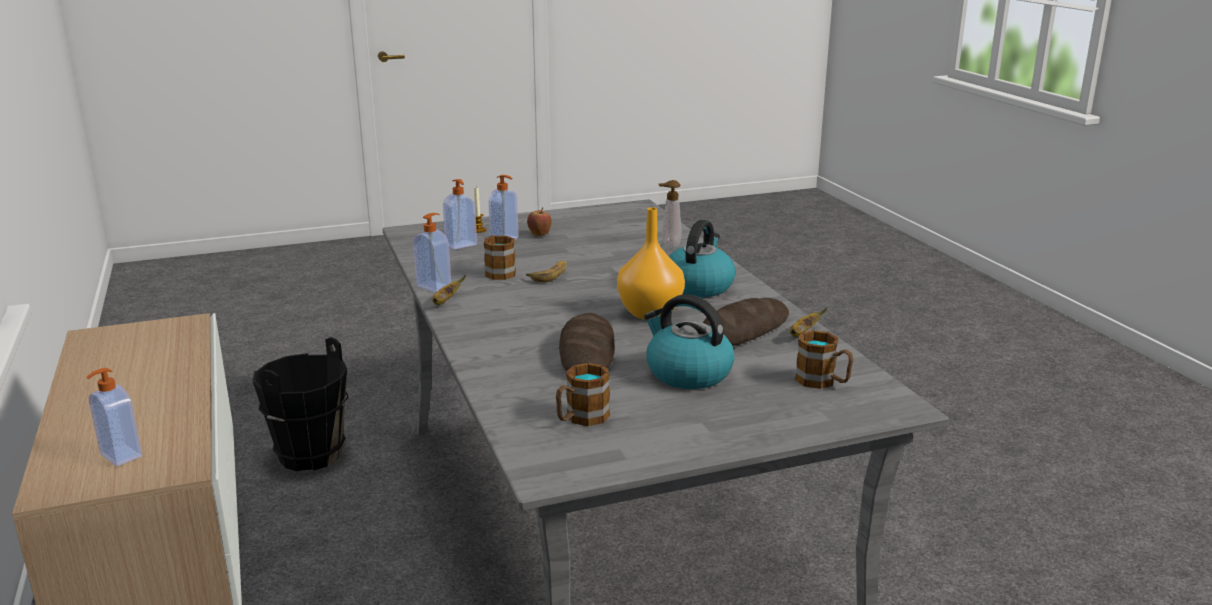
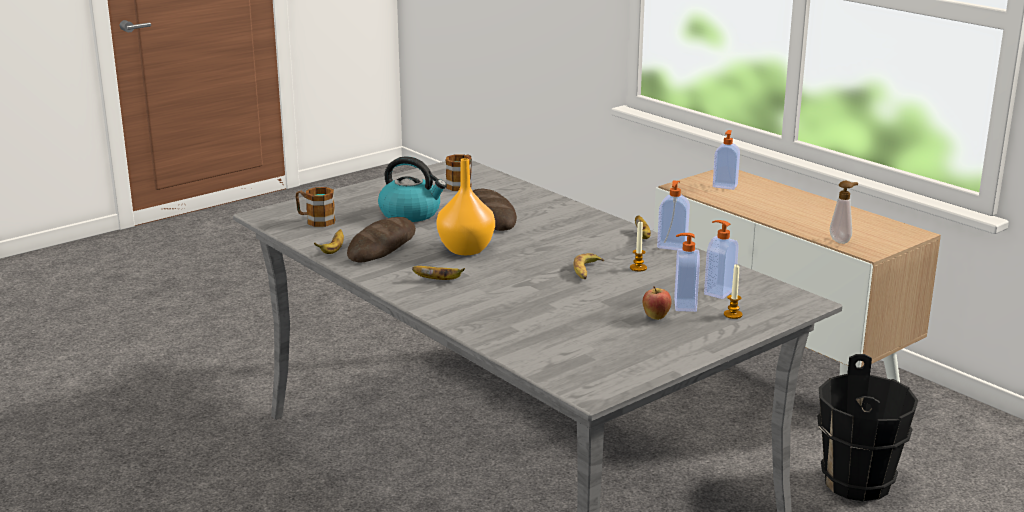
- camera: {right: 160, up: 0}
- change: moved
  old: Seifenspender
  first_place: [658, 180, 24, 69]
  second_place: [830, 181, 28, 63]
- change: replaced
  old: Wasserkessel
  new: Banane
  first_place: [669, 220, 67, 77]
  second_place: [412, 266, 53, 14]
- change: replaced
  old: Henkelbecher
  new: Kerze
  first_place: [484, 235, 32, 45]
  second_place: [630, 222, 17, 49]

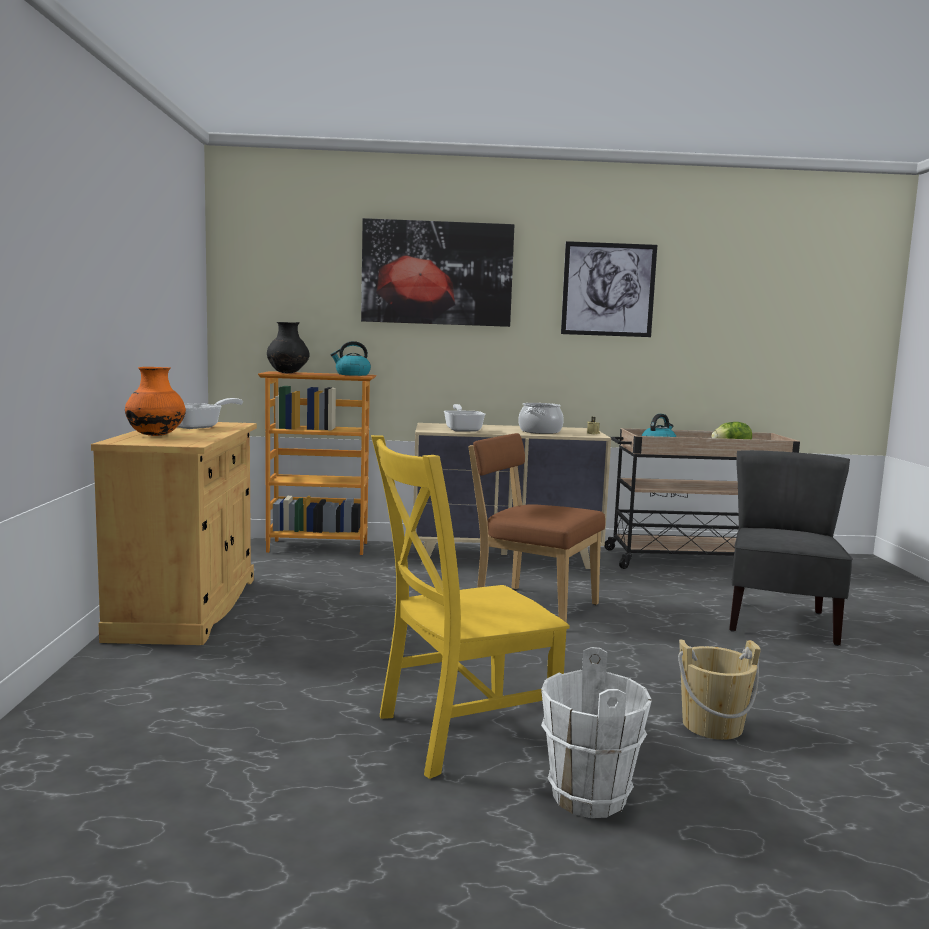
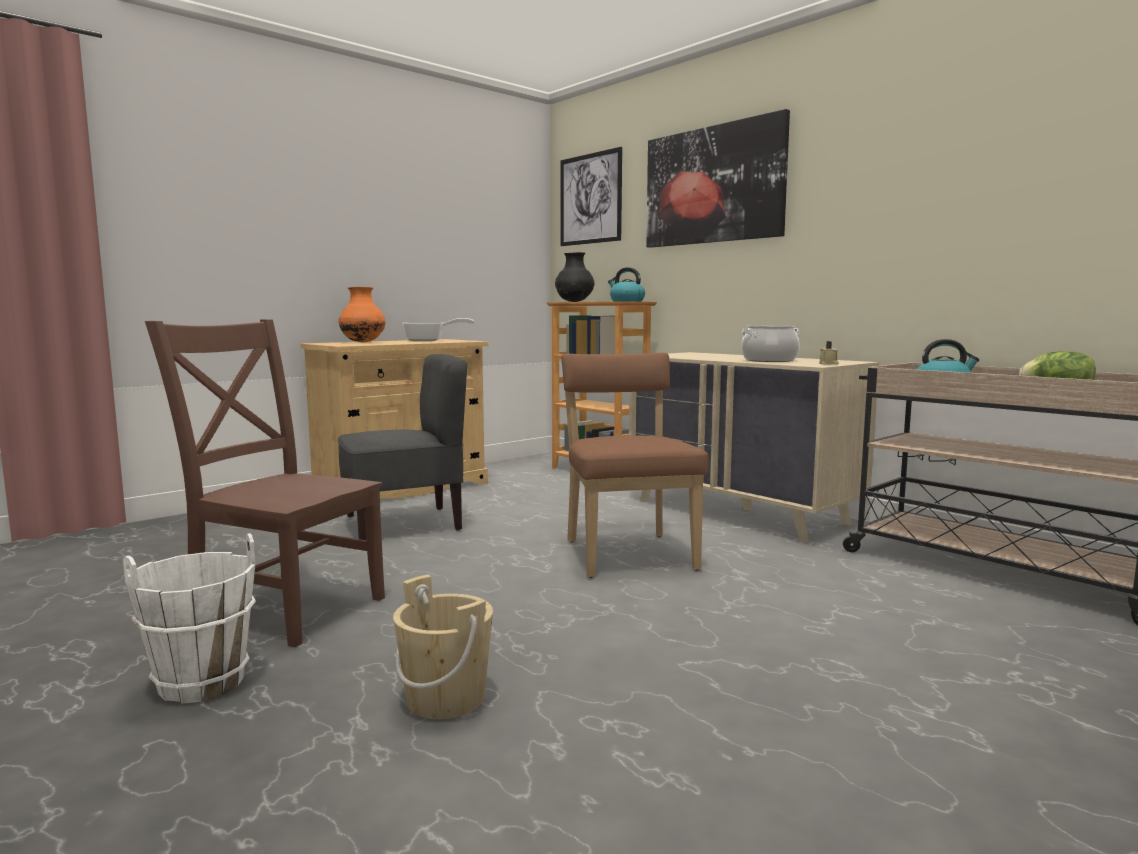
- camera: {right: 50, up: 0}
- change: moved
  old: Bild
  first_place: [561, 241, 96, 96]
  second_place: [560, 147, 62, 99]
- change: removed
  old: Pfanne
  first_place: [444, 404, 42, 28]
- change: recoloured
  old: Stuhl (gelb)
  new: Stuhl (braun)
  first_place: [371, 435, 199, 344]
  second_place: [145, 319, 240, 328]
- change: moved
  old: Stuhl (grau)
  first_place: [729, 450, 124, 196]
  second_place: [338, 354, 129, 186]

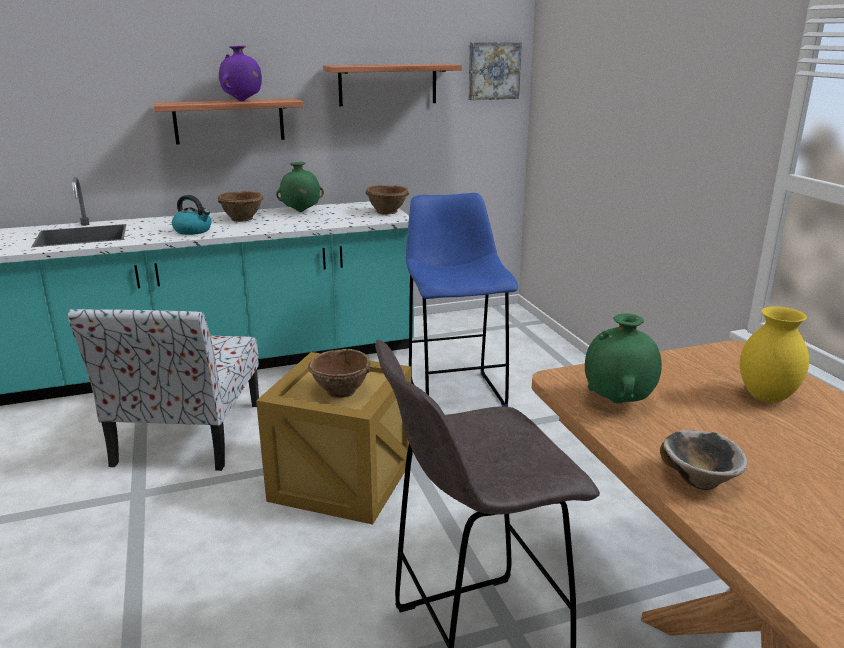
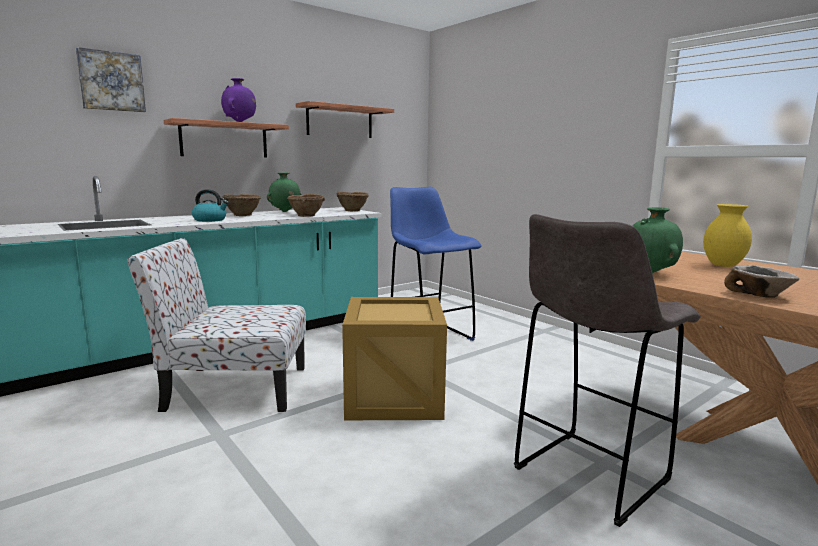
- camera: {right: -20, up: -10}
- change: moved
  old: Bild
  first_place: [468, 42, 54, 58]
  second_place: [76, 47, 70, 65]
- change: turned
  old: Stuhl
  first_place: [68, 309, 191, 162]
  second_place: [127, 238, 179, 174]
  degrees: 105
- change: moved
  old: Schüssel (braun)
  first_place: [308, 349, 63, 49]
  second_place: [287, 194, 38, 23]

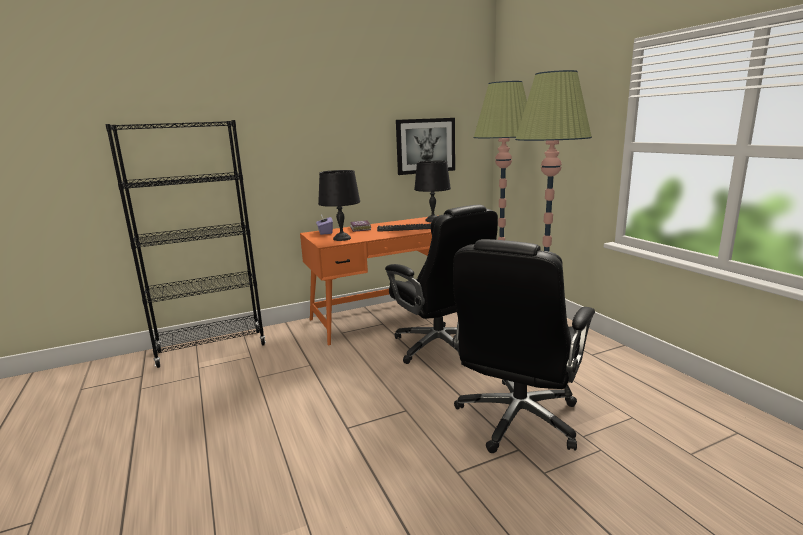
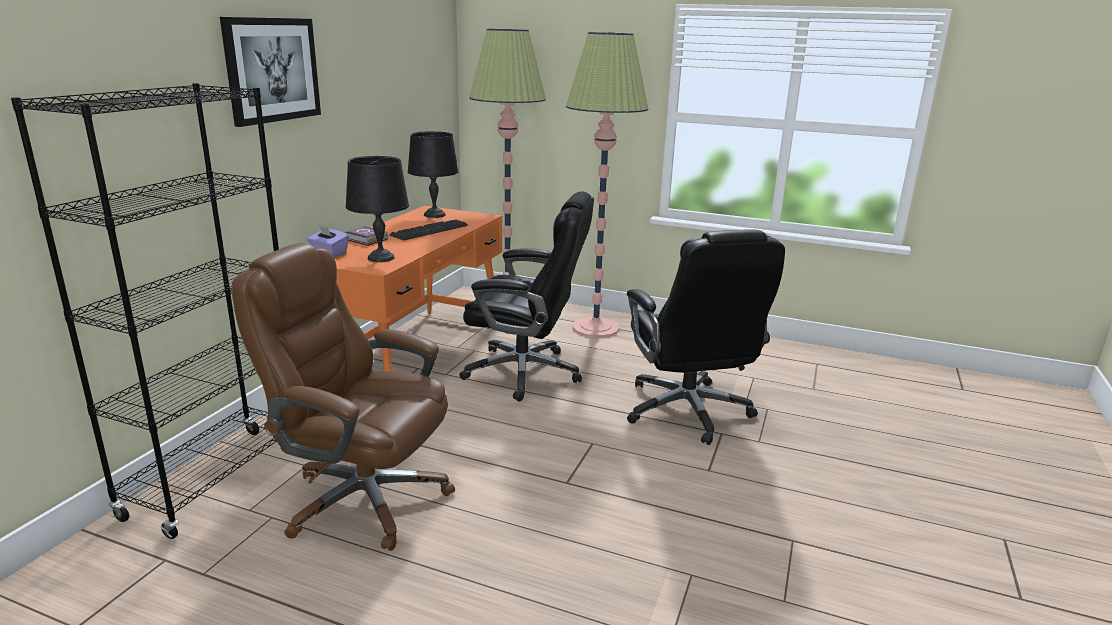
- camera: {right: -45, up: 5}
- change: moved
  old: Bild
  first_place: [396, 118, 59, 57]
  second_place: [220, 17, 101, 110]
- change: added
  new: Bürostuhl (braun)
  second_place: [231, 243, 224, 308]

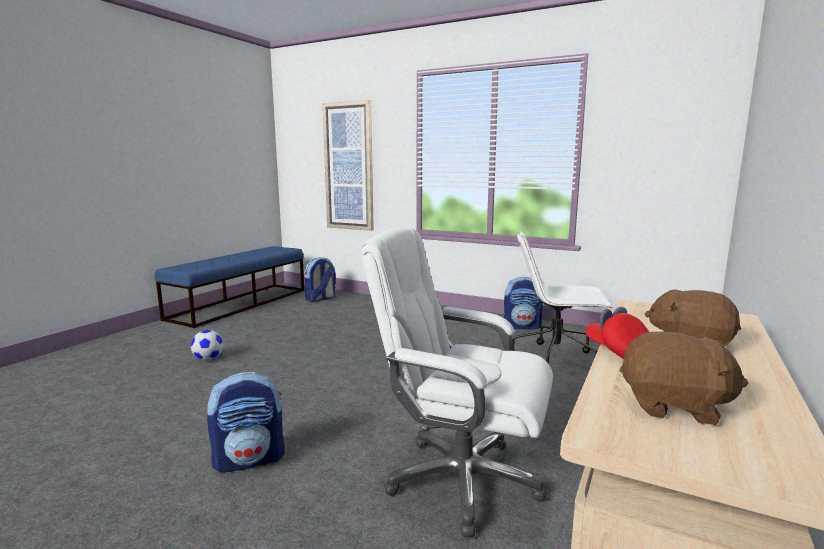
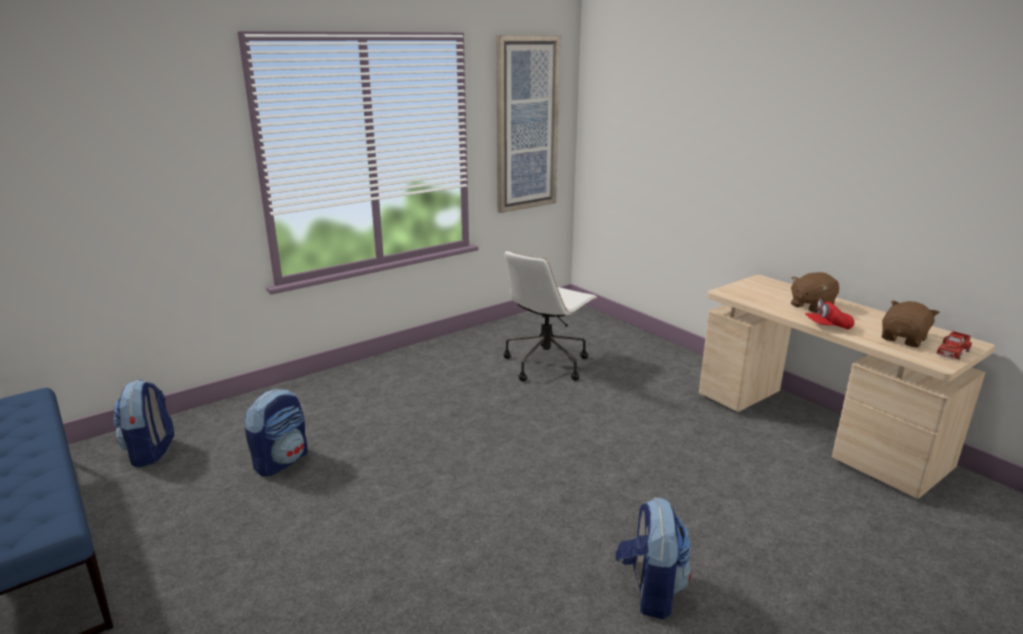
- camera: {right: -65, up: 10}
- change: moved
  old: Bild
  first_place: [322, 100, 52, 131]
  second_place: [496, 35, 64, 178]
- change: removed
  old: Bürostuhl (weiß)
  first_place: [361, 227, 192, 310]
- change: moved
  old: Rucksack
  first_place: [504, 277, 39, 53]
  second_place: [244, 389, 64, 87]
- change: removed
  old: Fußball
  first_place: [191, 330, 32, 30]
- change: added
  new: Spielzeuglaster
  second_place: [937, 331, 35, 29]

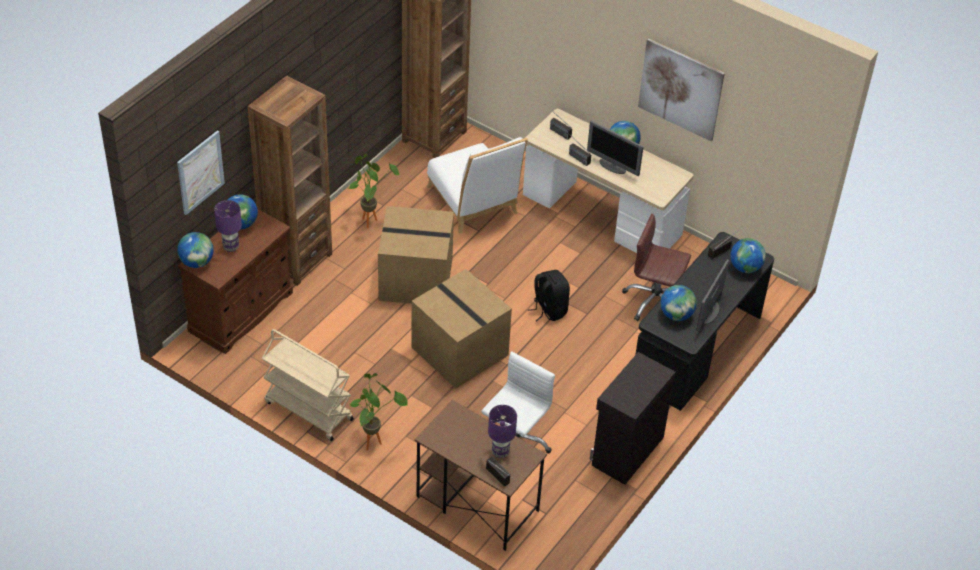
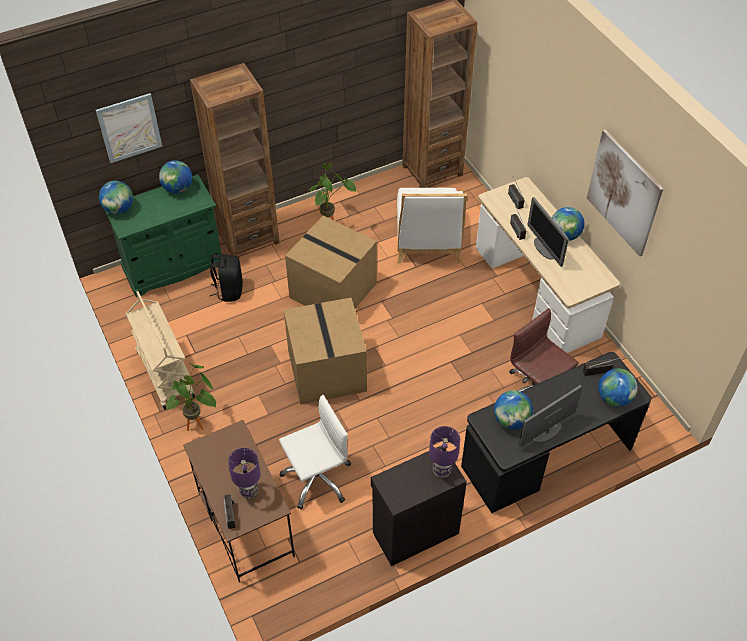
- camera: {right: 30, up: 5}
- change: moved
  old: Tischlampe (lila)
  first_place: [214, 200, 28, 52]
  second_place: [429, 426, 31, 52]
- change: recoloured
  old: Schrank (braun)
  new: Schrank (grün)
  first_place: [178, 209, 115, 145]
  second_place: [104, 175, 117, 122]
- change: moved
  old: Rucksack (schwarz)
  first_place: [528, 270, 42, 52]
  second_place: [210, 254, 33, 48]

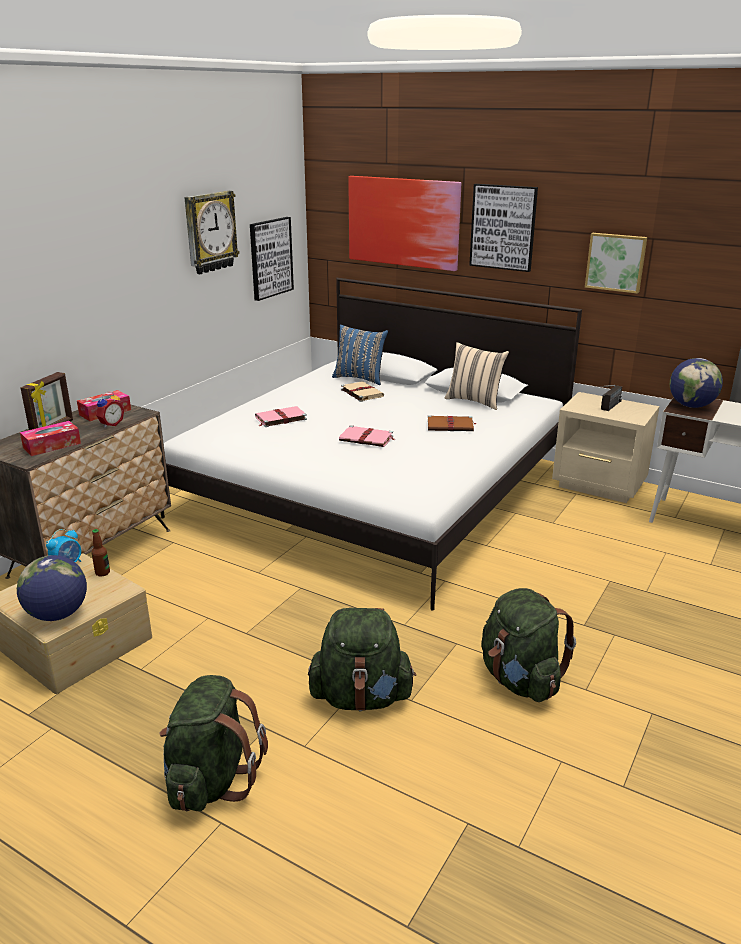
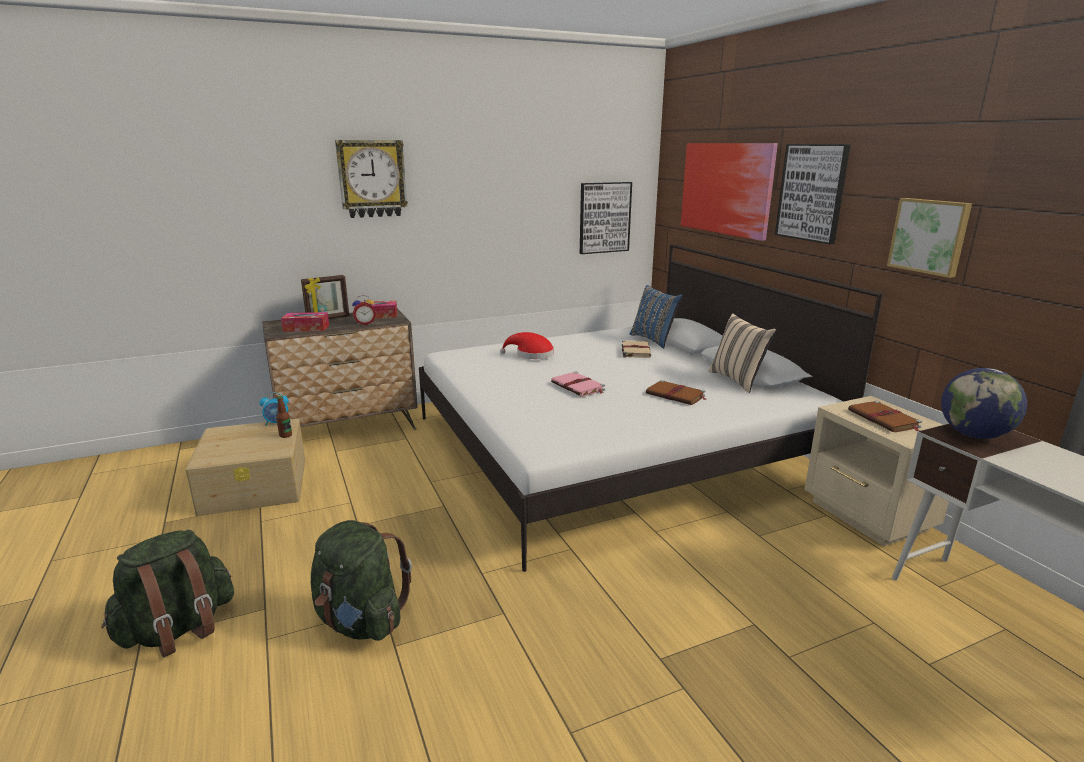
- camera: {right: 35, up: -5}
- change: moved
  old: Wanduhr
  first_place: [184, 191, 56, 83]
  second_place: [335, 140, 73, 78]
- change: replaced
  old: Radio
  new: Buch (braun)
  first_place: [598, 385, 24, 26]
  second_place: [848, 401, 74, 31]
- change: replaced
  old: Buch (rosa)
  new: Hut (rot)
  first_place: [255, 406, 52, 21]
  second_place: [500, 332, 54, 27]
- change: removed
  old: Globus
  first_place: [17, 555, 70, 66]
- change: removed
  old: Rucksack (grün)
  first_place: [481, 588, 95, 114]

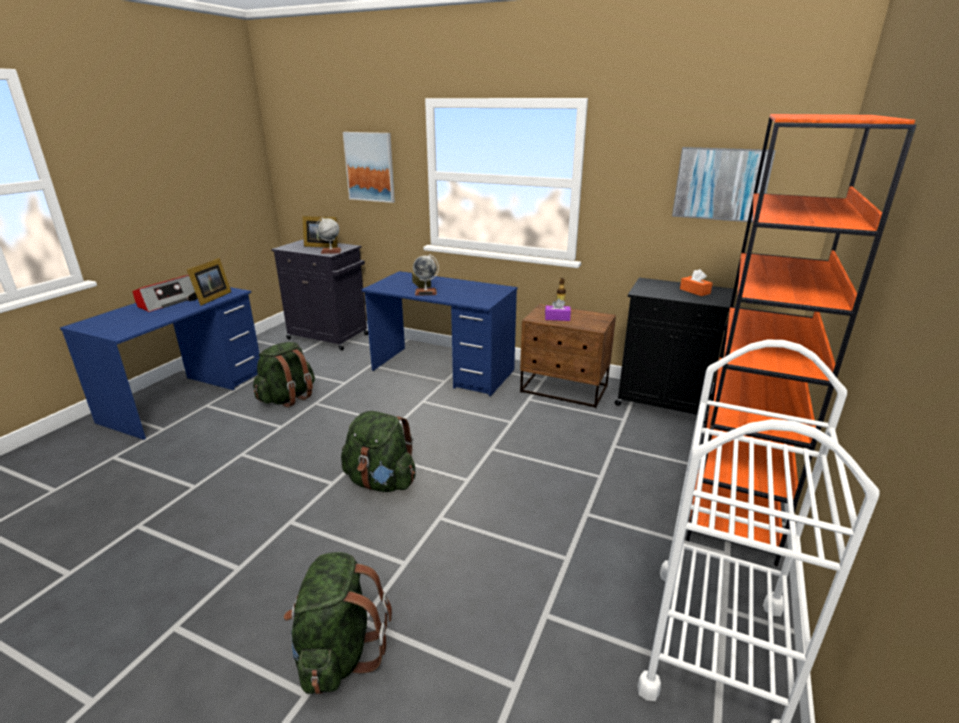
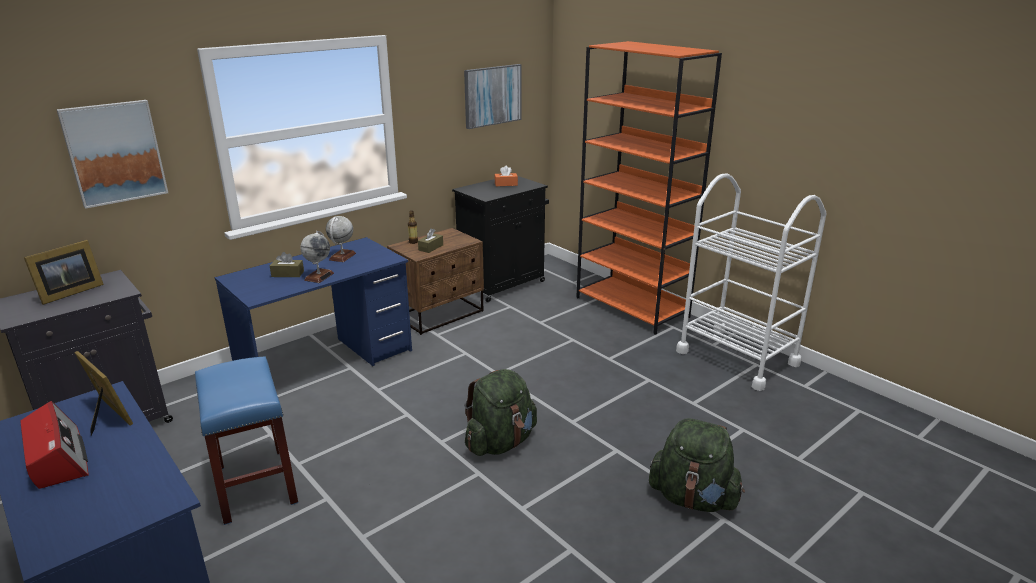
- camera: {right: -65, up: 0}
- change: moved
  old: Globus
  first_place: [316, 217, 25, 37]
  second_place: [326, 216, 30, 46]
- change: recoloured
  old: Taschentuchbox (lila)
  new: Taschentuchbox (braun)
  first_place: [545, 298, 26, 23]
  second_place: [418, 228, 25, 25]
- change: replaced
  old: Rucksack (grün)
  new: Hocker (blau)
  first_place: [253, 342, 62, 65]
  second_place: [195, 356, 103, 169]

